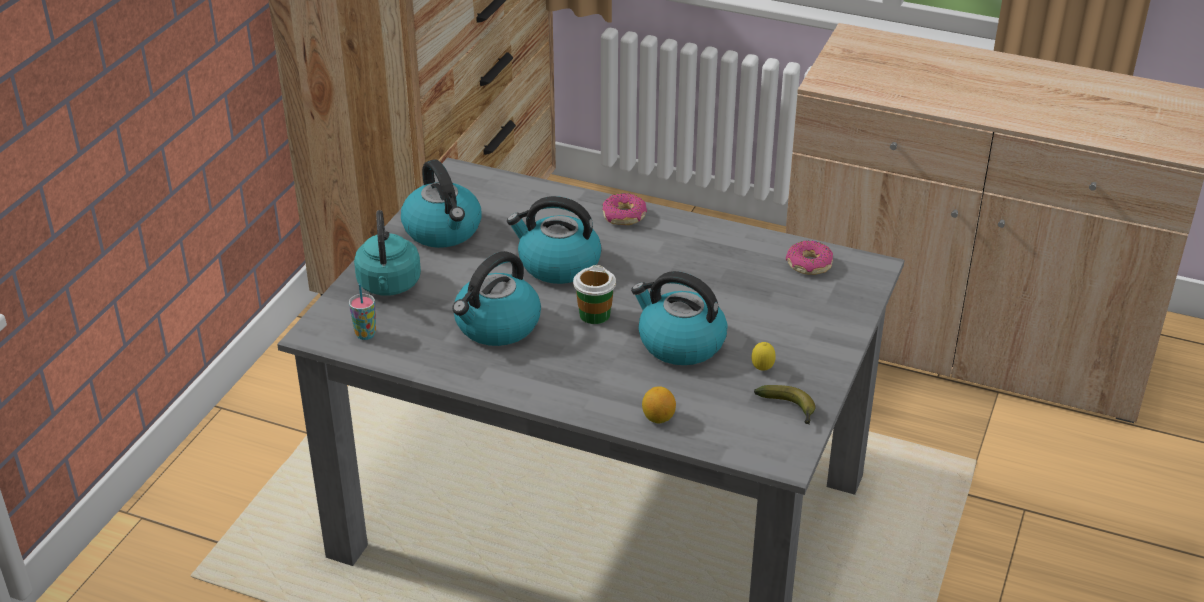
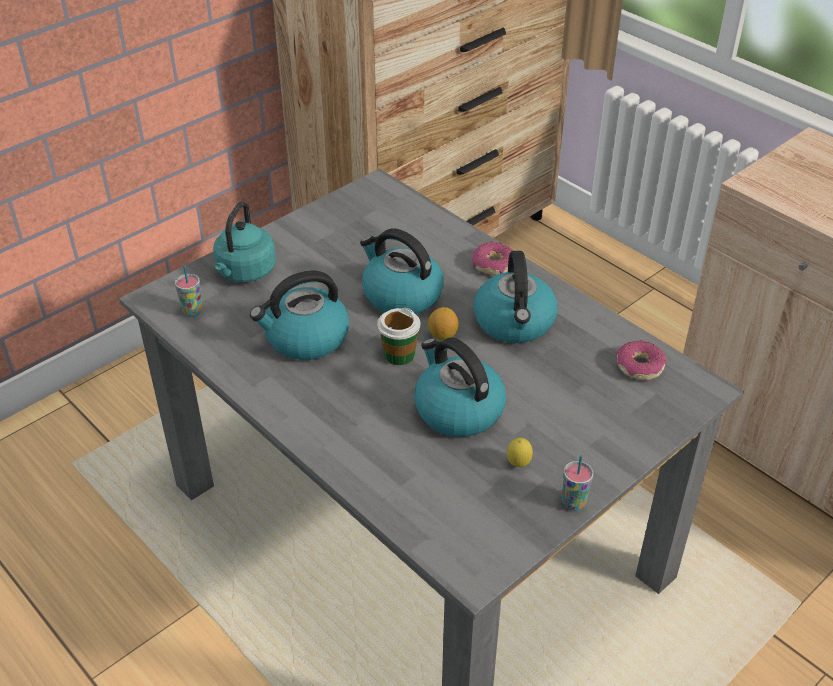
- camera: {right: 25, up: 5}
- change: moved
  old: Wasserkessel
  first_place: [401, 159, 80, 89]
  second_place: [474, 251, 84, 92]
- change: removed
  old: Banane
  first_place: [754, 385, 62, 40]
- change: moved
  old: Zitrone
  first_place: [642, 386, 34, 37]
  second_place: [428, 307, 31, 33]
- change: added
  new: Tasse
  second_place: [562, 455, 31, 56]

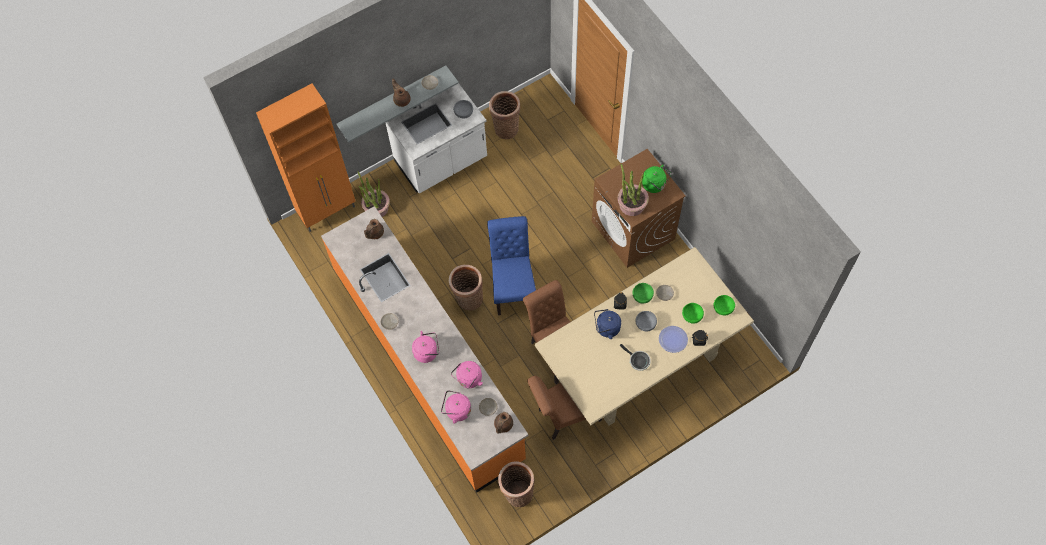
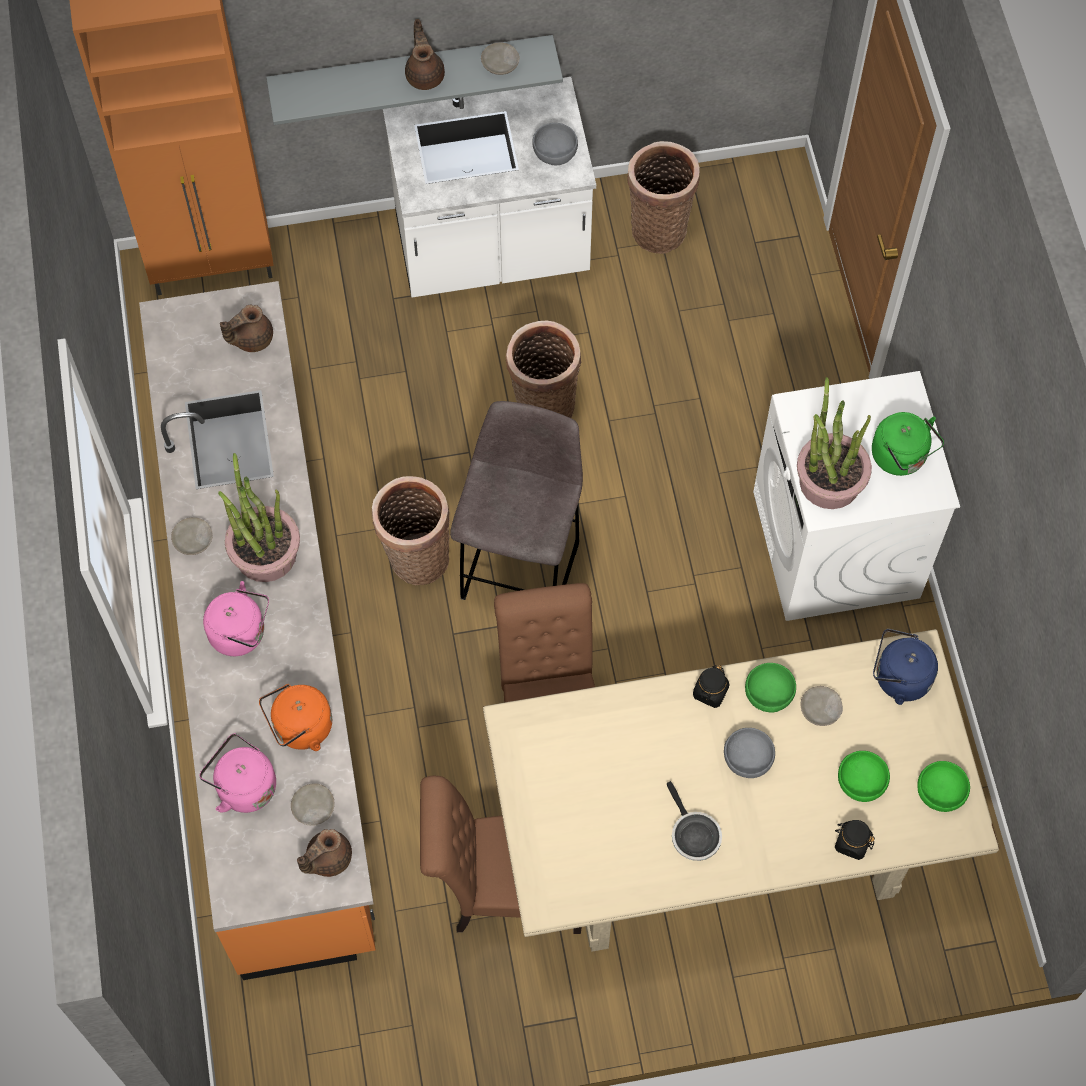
- camera: {right: 20, up: 0}
- change: recoloured
  old: Waschmaschine (braun)
  new: Waschmaschine (weiß)
  first_place: [592, 149, 93, 119]
  second_place: [753, 371, 207, 250]
- change: moved
  old: Topfpflanze
  first_place: [358, 171, 32, 46]
  second_place: [218, 453, 82, 129]
- change: replaced
  old: Stuhl (blau)
  new: Hocker (grau)
  first_place: [487, 216, 49, 99]
  second_place: [450, 401, 133, 199]
- change: moved
  old: Wasserkessel (blau)
  first_place: [594, 309, 27, 30]
  second_place: [873, 629, 65, 76]
- change: removed
  old: Teller
  first_place: [659, 326, 29, 27]
- change: recoloured
  old: Wasserkessel (rosa)
  new: Wasserkessel (orange)
  first_place: [451, 361, 32, 27]
  second_place: [259, 684, 73, 67]
- change: moved
  old: Korb
  first_place: [498, 461, 37, 46]
  second_place: [506, 321, 76, 97]

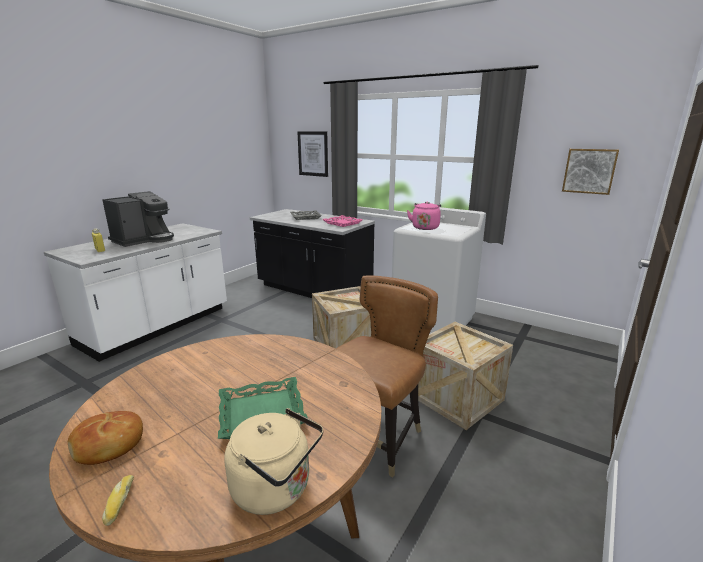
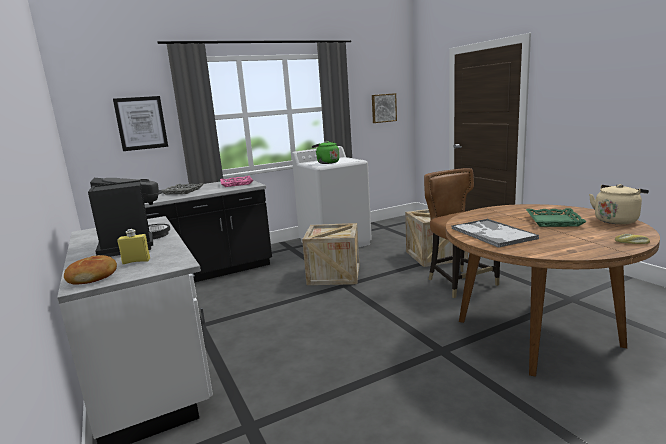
- camera: {right: -60, up: -5}
- change: recoloured
  old: Wasserkessel (rosa)
  new: Wasserkessel (grün)
  first_place: [407, 201, 34, 29]
  second_place: [312, 141, 27, 23]
- change: moved
  old: Brot
  first_place: [68, 411, 75, 54]
  second_place: [64, 255, 53, 30]
- change: added
  new: Tablett
  second_place: [451, 219, 88, 29]

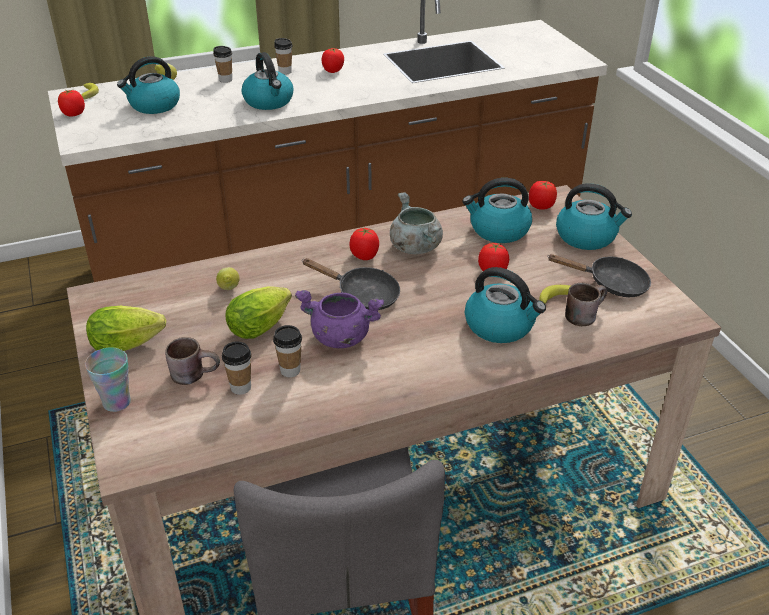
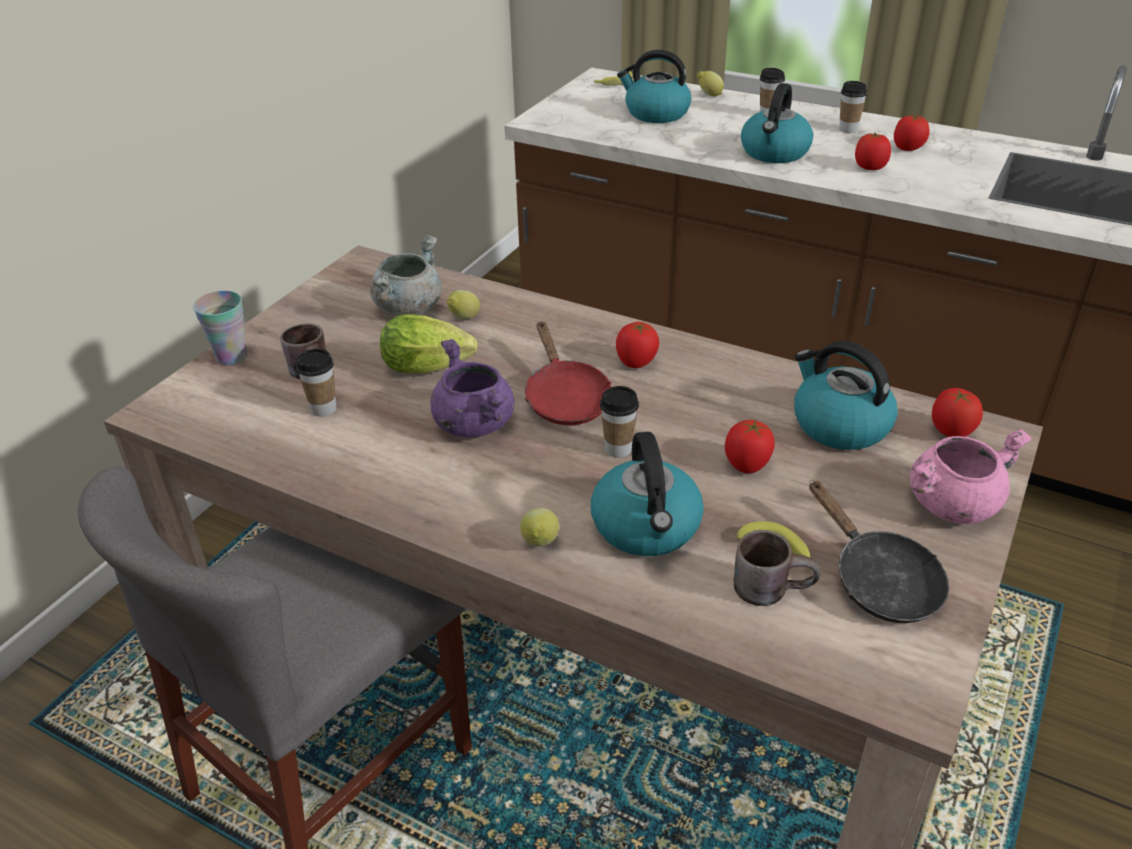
- camera: {right: 50, up: 0}
- change: moved
  old: Tomate
  first_place: [58, 89, 27, 28]
  second_place: [855, 132, 36, 38]
- change: replaced
  old: Wasserkessel
  new: Kochtopf (rosa)
  first_place: [556, 183, 76, 67]
  second_place: [910, 428, 121, 96]
- change: moved
  old: Kochtopf (grau)
  first_place: [390, 192, 53, 62]
  second_place: [370, 235, 72, 80]
- change: recoloured
  old: Pfanne (schwarz)
  new: Pfanne (rot)
  first_place: [302, 258, 98, 52]
  second_place: [525, 321, 87, 104]
- change: removed
  old: Salatkopf
  first_place: [86, 306, 80, 45]
- change: moved
  old: Tasse
  first_place: [273, 325, 29, 52]
  second_place: [600, 386, 39, 72]
- change: added
  new: Zitrone
  second_place: [521, 508, 38, 39]

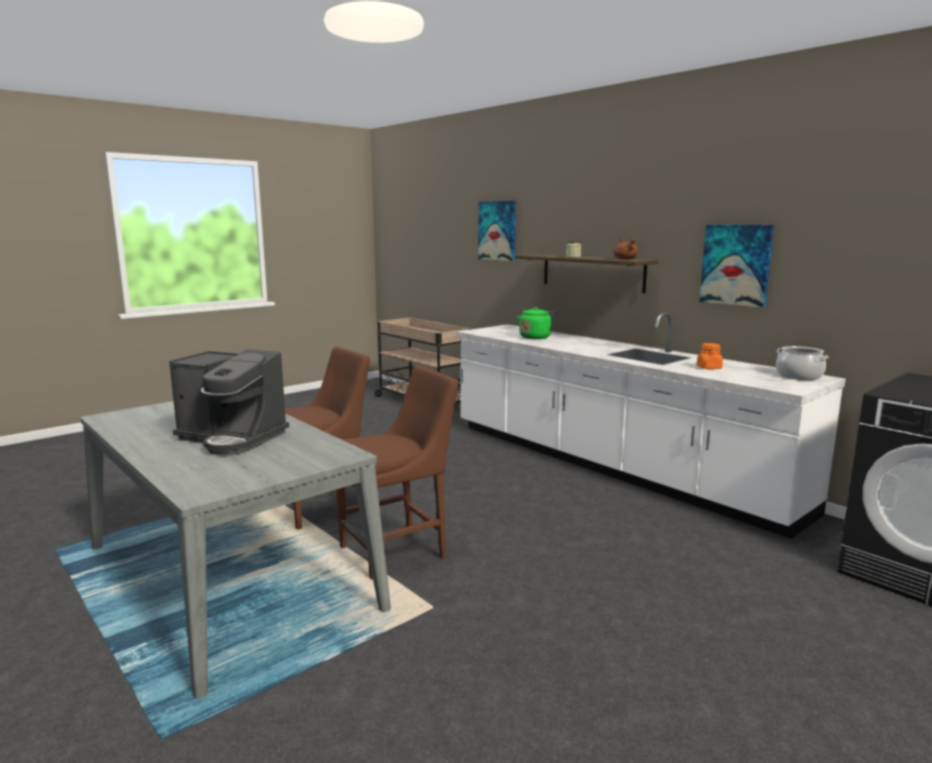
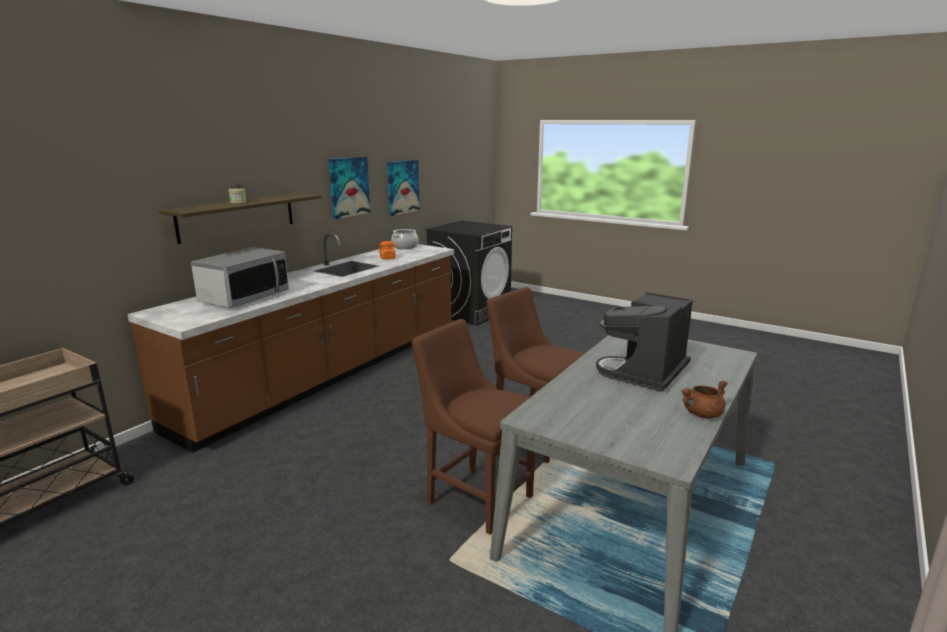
- camera: {right: -105, up: 5}
- change: moved
  old: Bild
  first_place: [478, 201, 38, 60]
  second_place: [387, 160, 33, 56]
- change: moved
  old: Kochtopf (braun)
  first_place: [613, 238, 25, 21]
  second_place: [681, 380, 47, 38]
- change: replaced
  old: Wasserkessel (grün)
  new: Mikrowelle
  first_place: [517, 307, 40, 32]
  second_place: [191, 247, 98, 61]
- change: recoloured
  old: Küchenzeile (weiß)
  new: Küchenzeile (braun)
  first_place: [456, 312, 390, 227]
  second_place: [127, 233, 327, 220]
- change: turned
  old: Kaffeemaschine
  first_place: [169, 349, 120, 107]
  second_place: [596, 292, 97, 100]
  degrees: -150

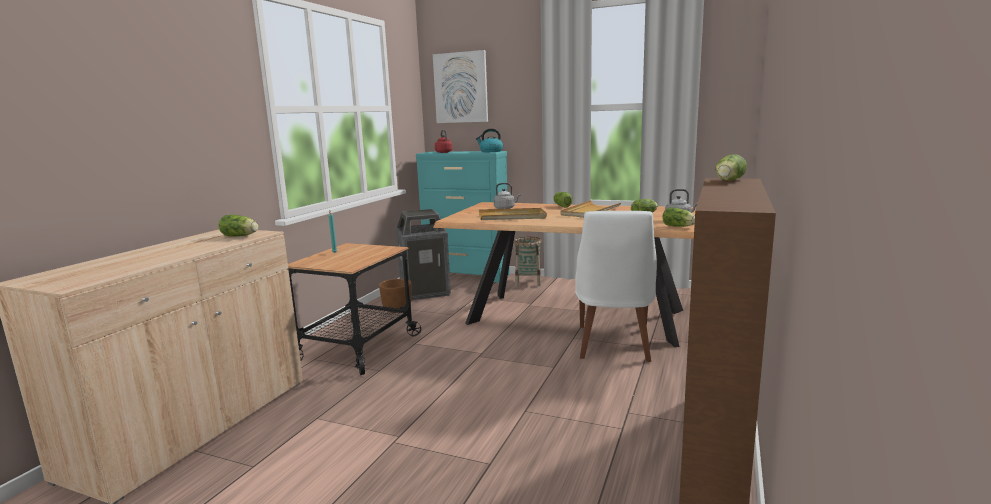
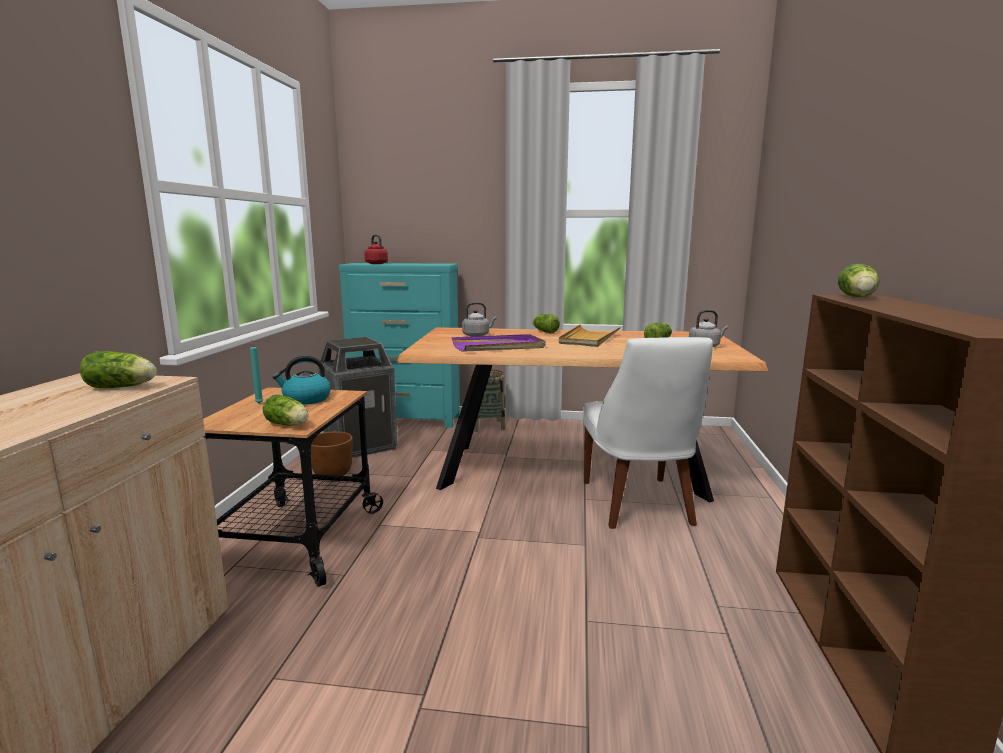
- camera: {right: -15, up: 0}
- change: removed
  old: Bild
  first_place: [433, 50, 55, 73]
- change: moved
  old: Wasserkessel
  first_place: [476, 129, 27, 23]
  second_place: [273, 356, 58, 49]
- change: moved
  old: Salatkopf
  first_place: [662, 207, 33, 20]
  second_place: [263, 394, 46, 32]
- change: recoloured
  old: Tablett (beige)
  new: Tablett (lila)
  first_place: [479, 208, 68, 12]
  second_place: [452, 334, 93, 18]

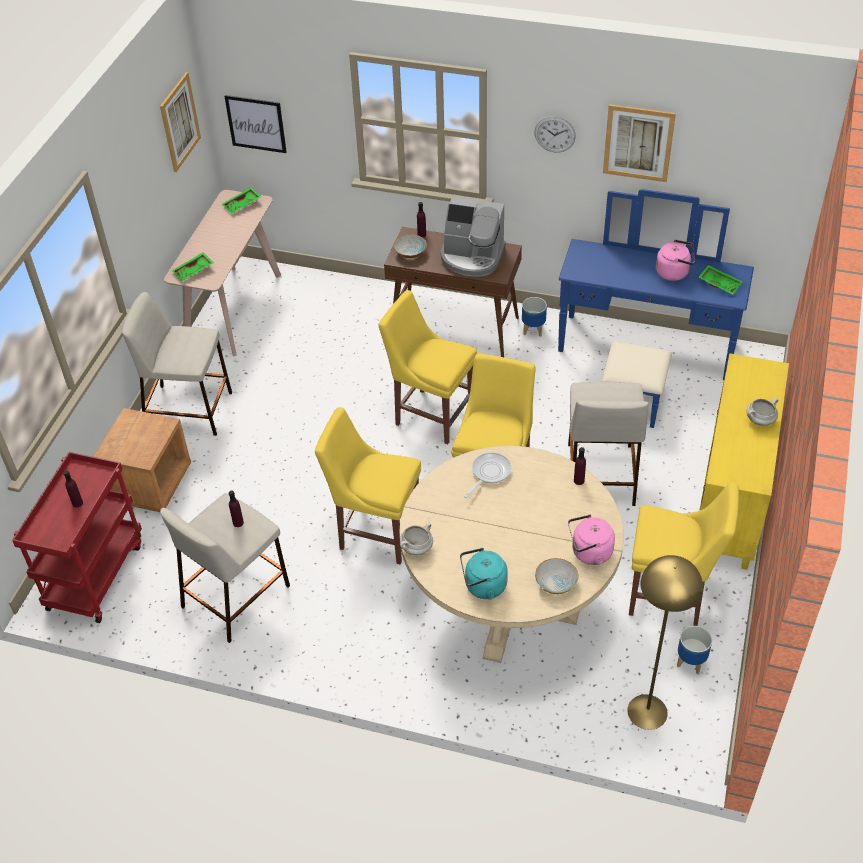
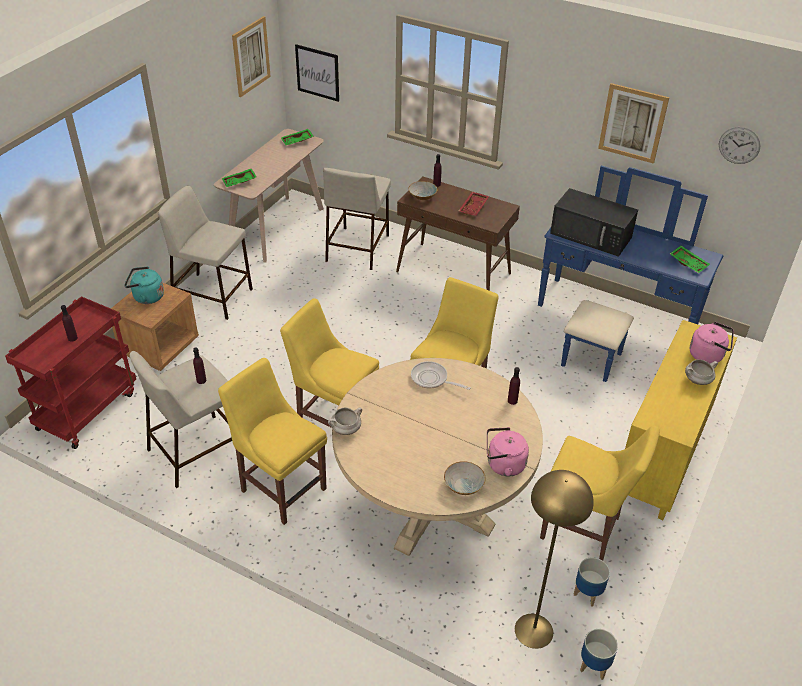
- camera: {right: 10, up: -5}
- change: moved
  old: Wanduhr
  first_place: [534, 116, 42, 36]
  second_place: [719, 127, 42, 37]
- change: replaced
  old: Kaffeemaschine
  new: Tablett (rot)
  first_place: [441, 197, 65, 80]
  second_place: [459, 192, 30, 24]
- change: moved
  old: Wasserkessel (rosa)
  first_place: [656, 240, 39, 41]
  second_place: [690, 322, 44, 41]
- change: moved
  old: Stuhl (gelb)
  first_place: [378, 290, 99, 155]
  second_place: [218, 358, 109, 167]
- change: moved
  old: Pflanzkübel
  first_place: [522, 297, 25, 40]
  second_place: [580, 629, 38, 51]
- change: moved
  old: Hocker (beige)
  first_place: [568, 382, 81, 124]
  second_place: [323, 168, 68, 102]
- change: turned
  old: Pfanne
  first_place: [464, 452, 47, 46]
  second_place: [411, 361, 60, 29]
  degrees: -105
- change: moved
  old: Wasserkessel (türkis)
  first_place: [460, 548, 48, 51]
  second_place: [124, 266, 40, 38]
- change: added
  new: Mikrowelle (schwarz)
  second_place: [550, 188, 88, 69]

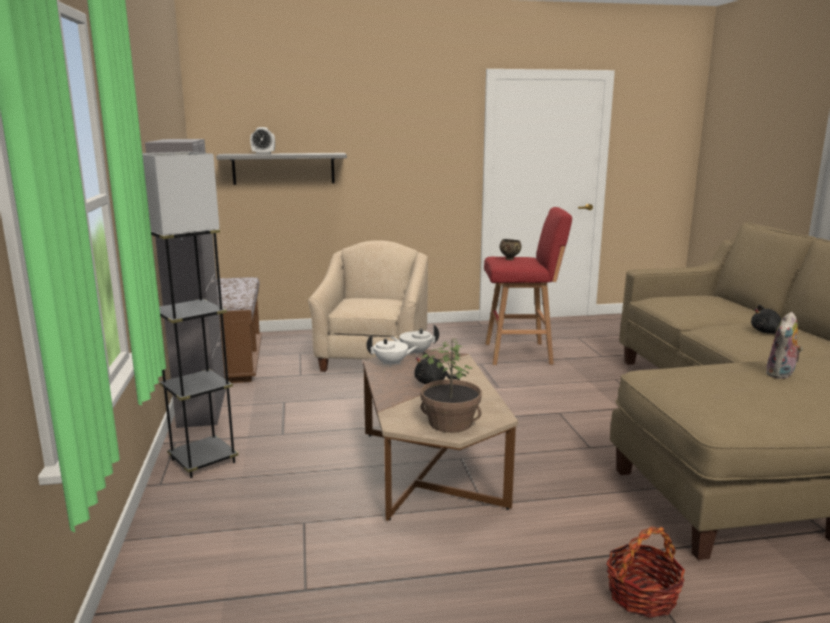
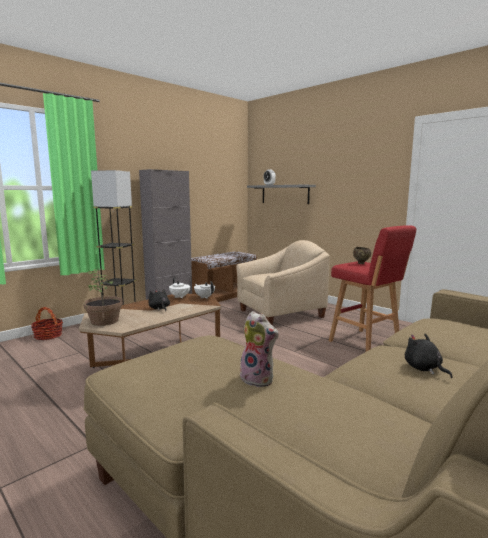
- camera: {right: 55, up: -5}
- change: turned
  old: Plüschtier
  first_place: [766, 312, 37, 67]
  second_place: [240, 311, 39, 77]
  degrees: -150
- change: moved
  old: Korb
  first_place: [607, 526, 78, 92]
  second_place: [31, 307, 32, 33]

